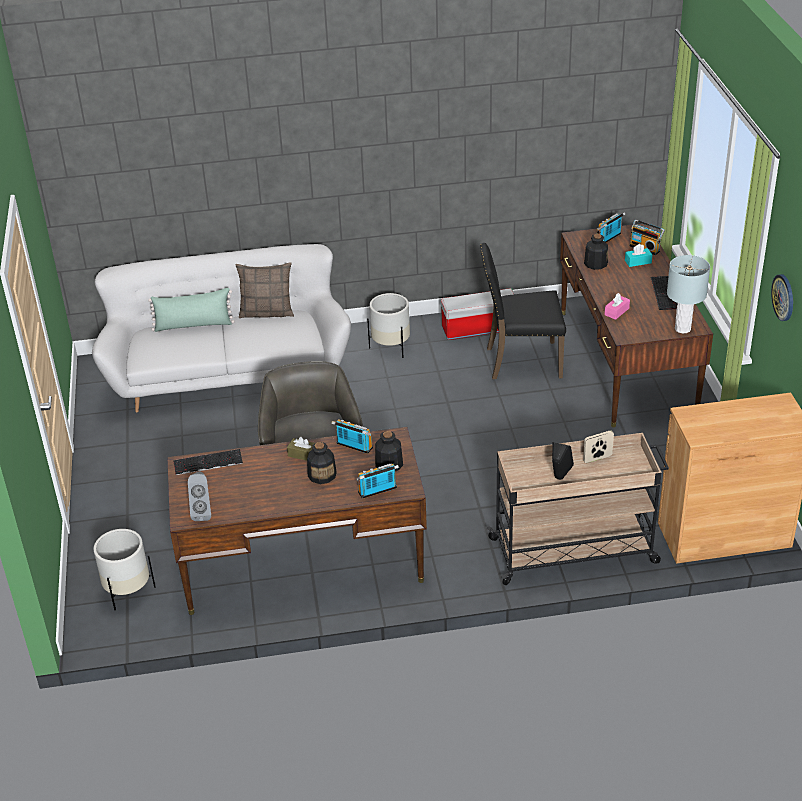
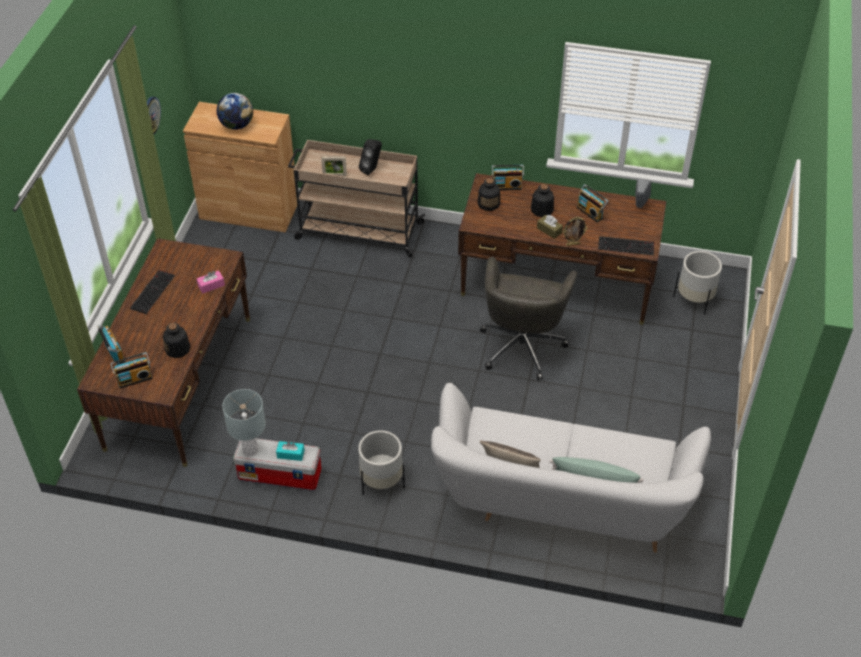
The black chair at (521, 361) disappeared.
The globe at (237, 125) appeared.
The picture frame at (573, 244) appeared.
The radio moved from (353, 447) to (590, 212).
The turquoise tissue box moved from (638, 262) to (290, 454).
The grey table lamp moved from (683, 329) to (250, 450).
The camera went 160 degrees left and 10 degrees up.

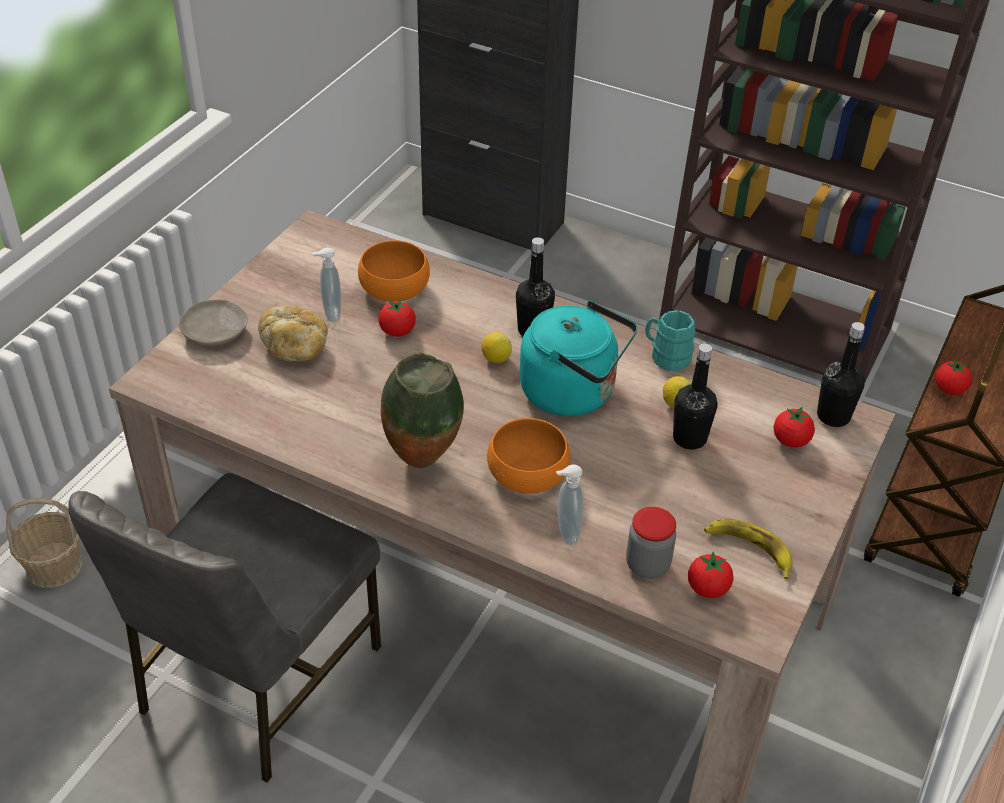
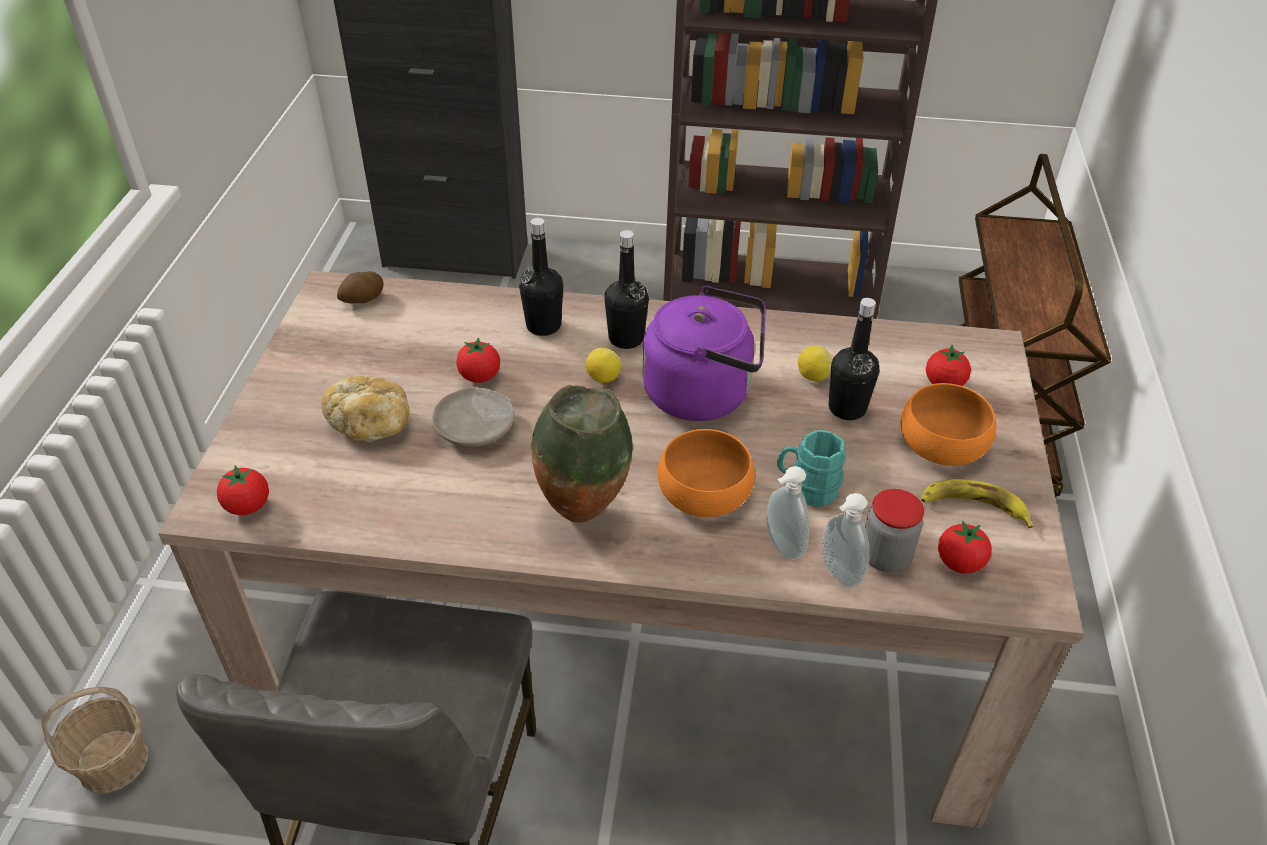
The potato at (362, 300) appeared.
The beige plate moved from (215, 332) to (476, 427).
The soap dispenser moved from (330, 314) to (837, 574).
The orange bowl moved from (394, 288) to (942, 444).
The turquoise mug moved from (666, 356) to (807, 488).
The black bottle moved from (833, 416) to (543, 326).
The tomato moved from (949, 389) to (248, 506).
The turquoise kettle at (573, 393) became the purple kettle at (704, 393).
The camera went 20 degrees left and 0 degrees up.

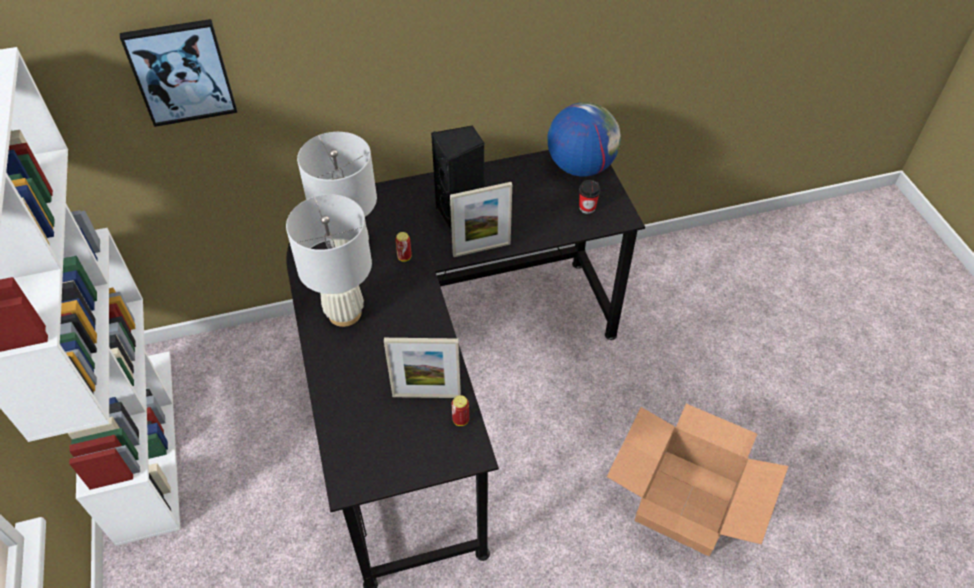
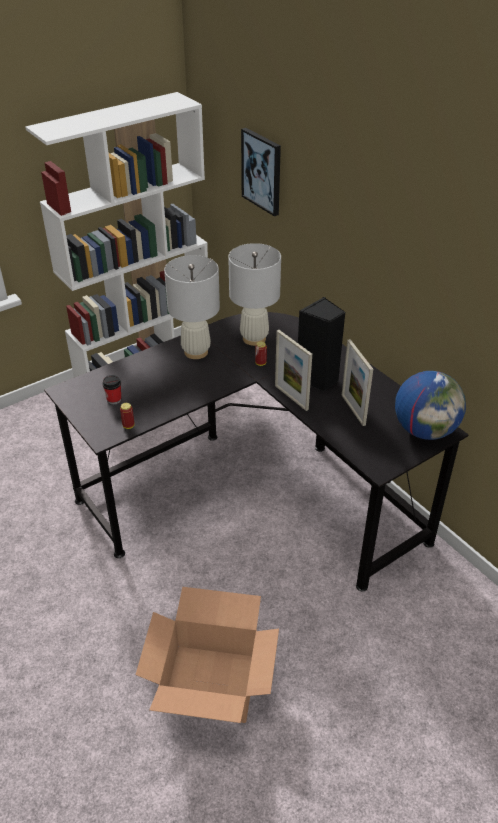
The picture frame moved from (426, 395) to (353, 410).
The cup moved from (587, 208) to (114, 400).
The camera went 70 degrees right and 10 degrees down.

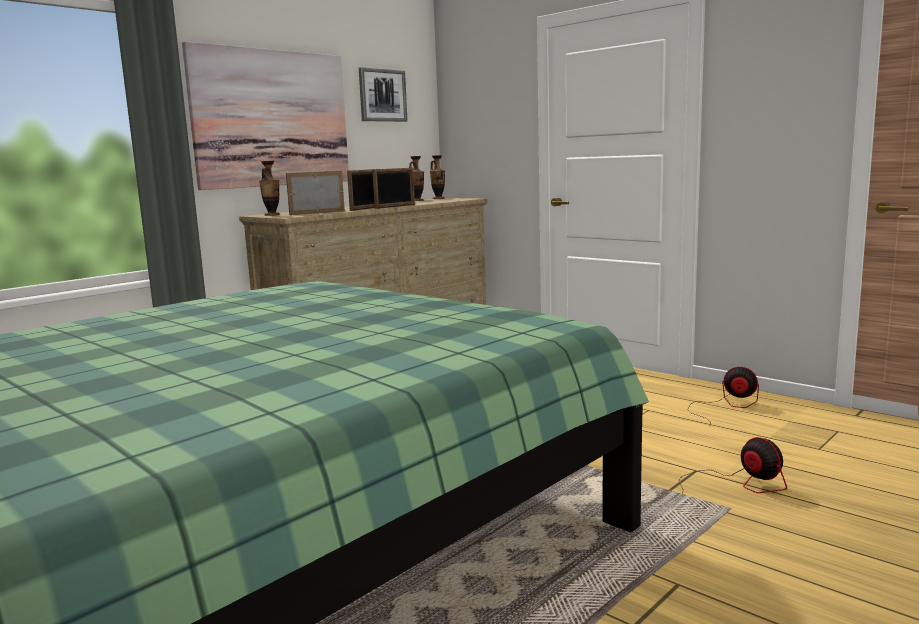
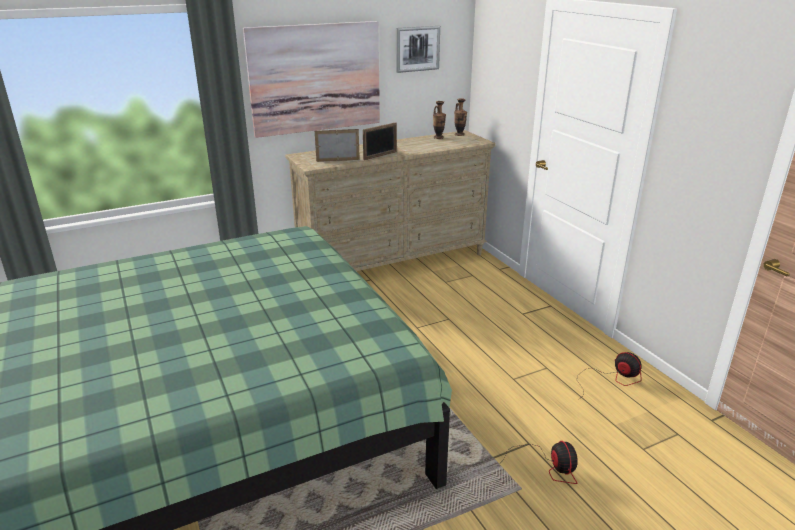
The vase at (272, 215) disappeared.
The picture frame at (395, 206) disappeared.
The camera went 20 degrees right and 15 degrees up.

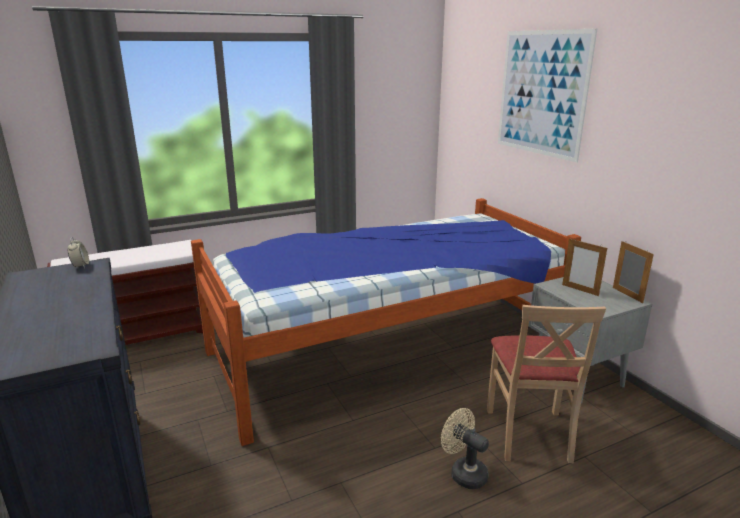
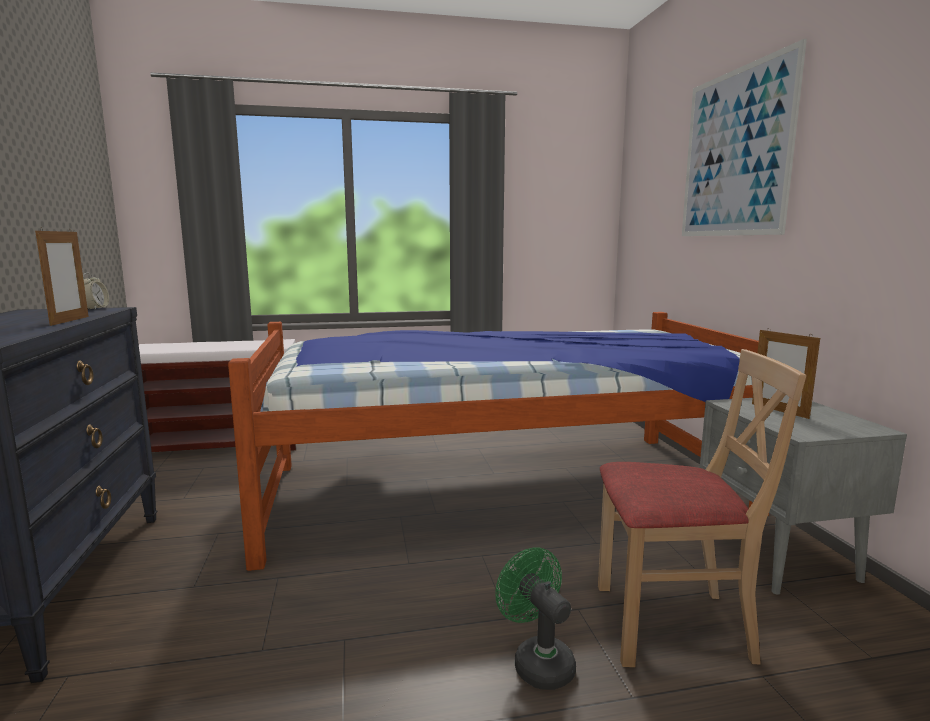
The picture frame moved from (627, 295) to (70, 321).
The beige fan at (463, 472) became the green fan at (537, 661).
The beige chair at (529, 434) turned 105 degrees counterclockwise.
The camera went 15 degrees right and 10 degrees down.

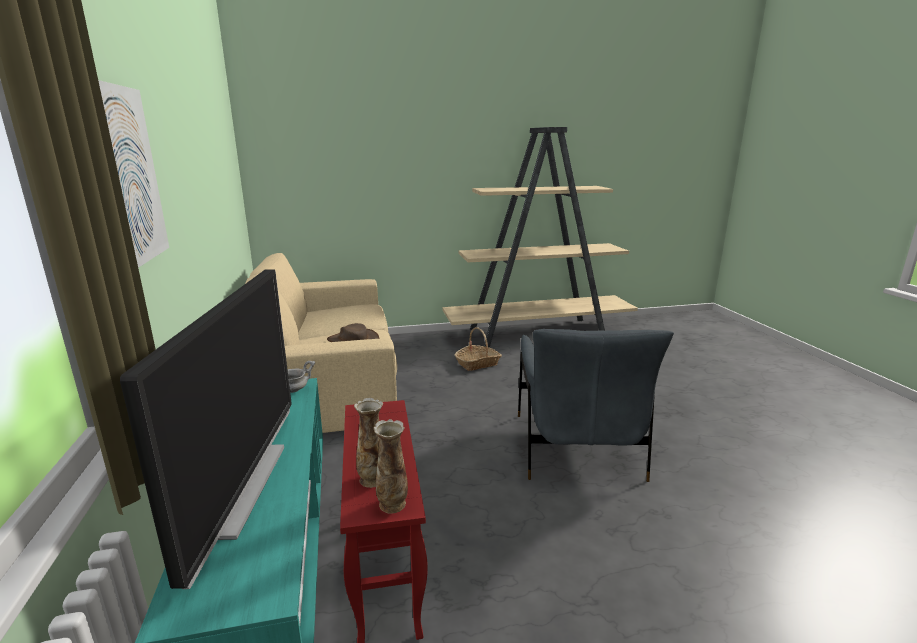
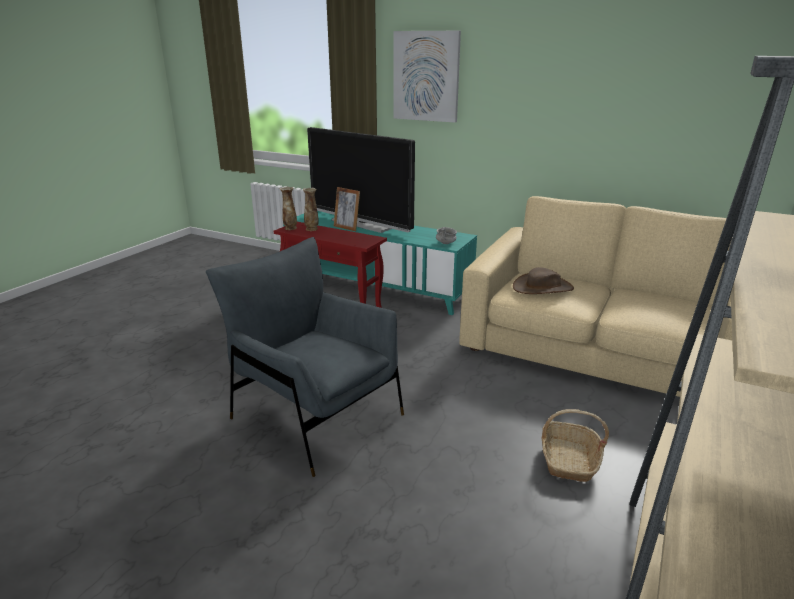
The picture frame at (347, 227) appeared.
The camera went 130 degrees right and 5 degrees up.

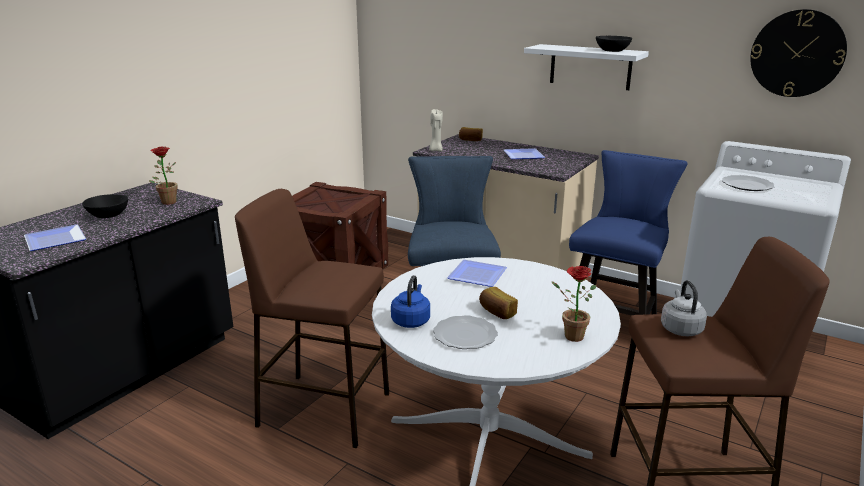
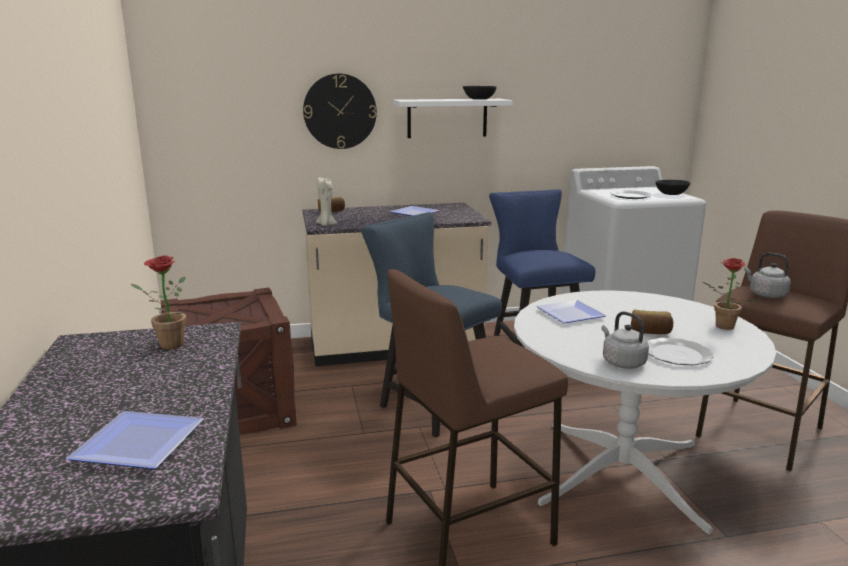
The black bowl moved from (108, 215) to (671, 194).
The wall clock moved from (797, 53) to (340, 111).
The blue kettle at (411, 320) became the grey kettle at (622, 362).
The camera went 45 degrees left and 5 degrees down.

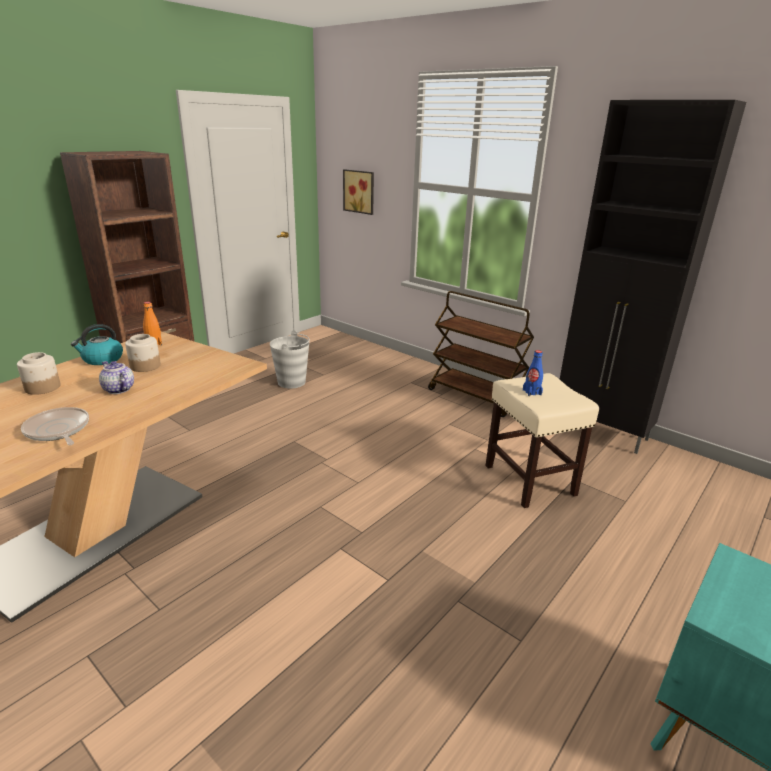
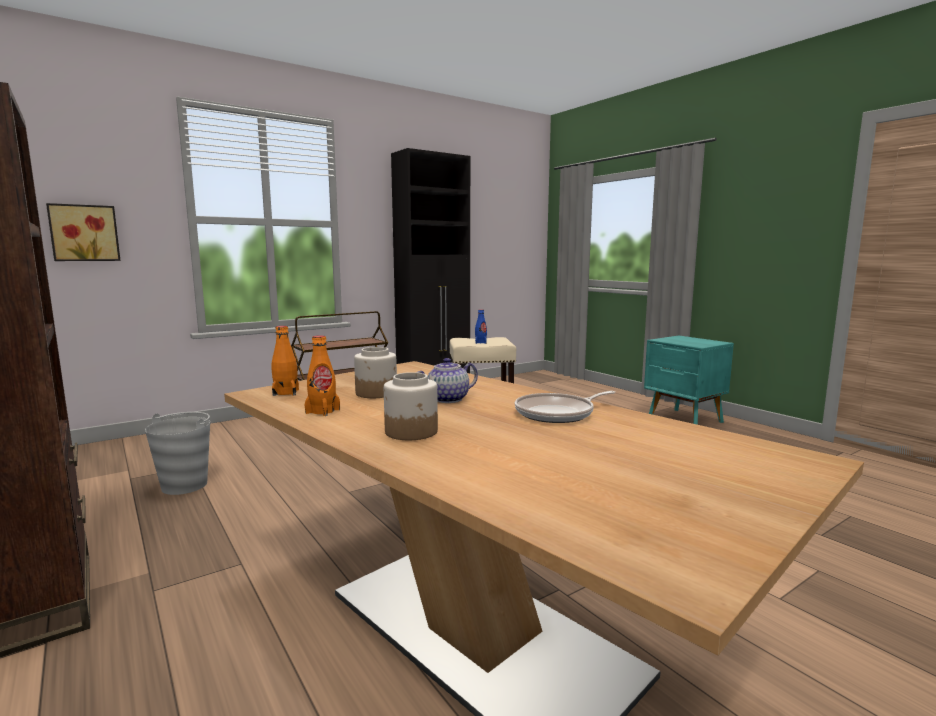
The kettle at (102, 359) was replaced by the orange bottle at (322, 411).
The camera went 75 degrees left and 15 degrees down.

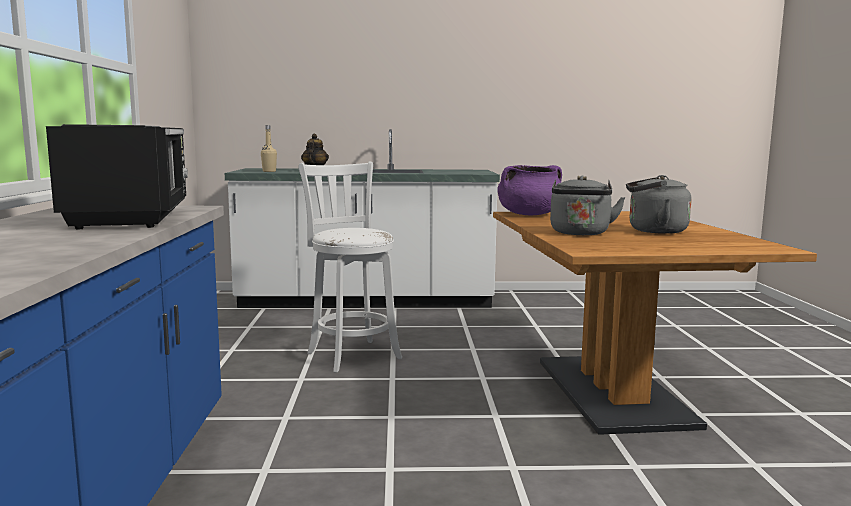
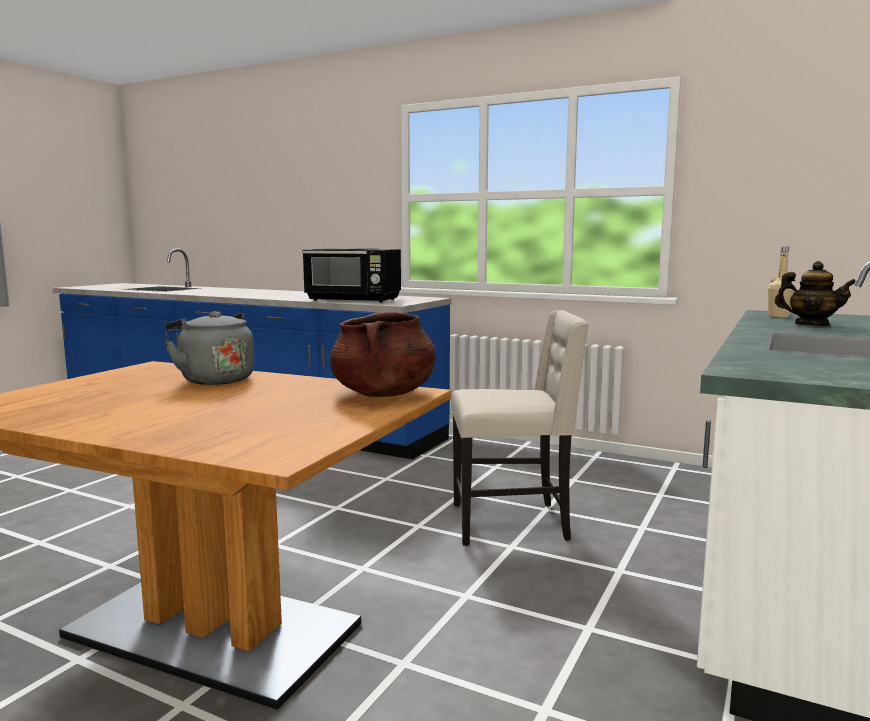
The grey kettle at (653, 231) disappeared.
The white stool at (352, 354) was replaced by the beige chair at (512, 523).
The purple cooking pot at (530, 215) became the brown cooking pot at (383, 394).
The camera went 120 degrees right and 0 degrees up.

